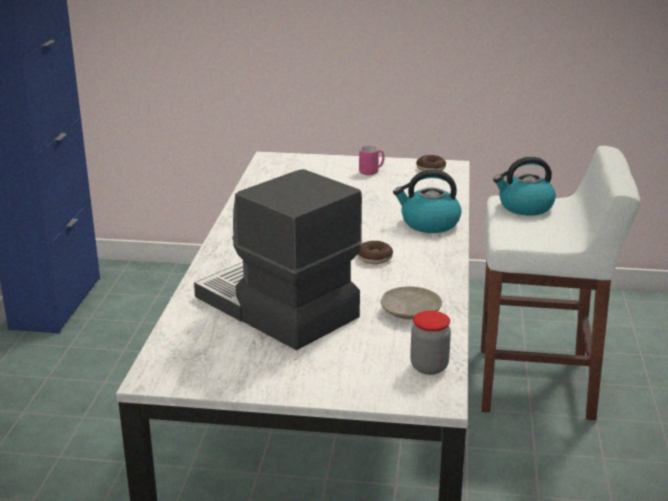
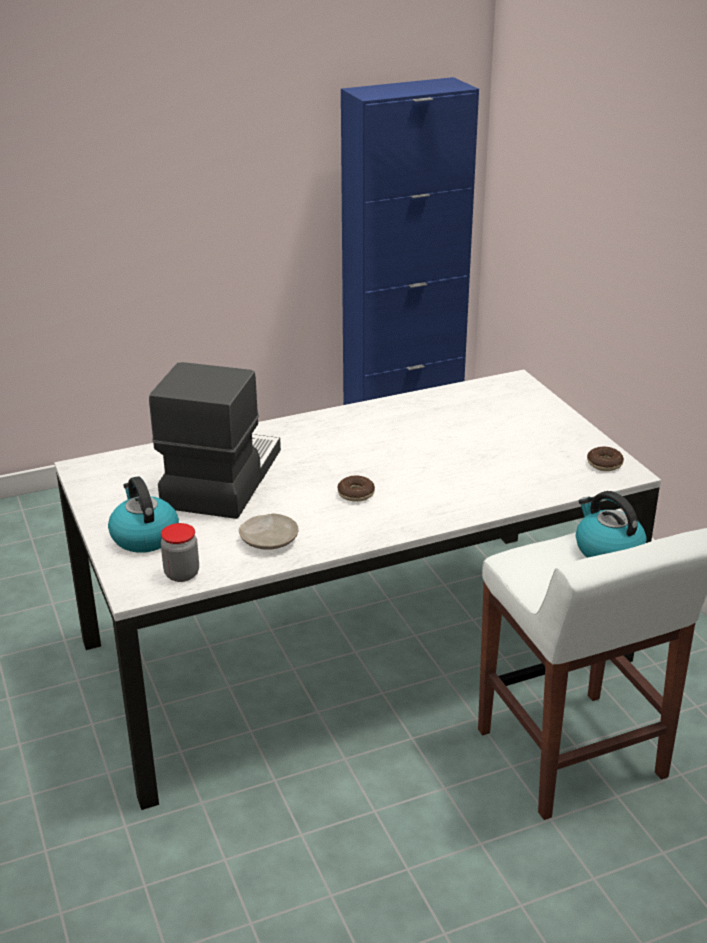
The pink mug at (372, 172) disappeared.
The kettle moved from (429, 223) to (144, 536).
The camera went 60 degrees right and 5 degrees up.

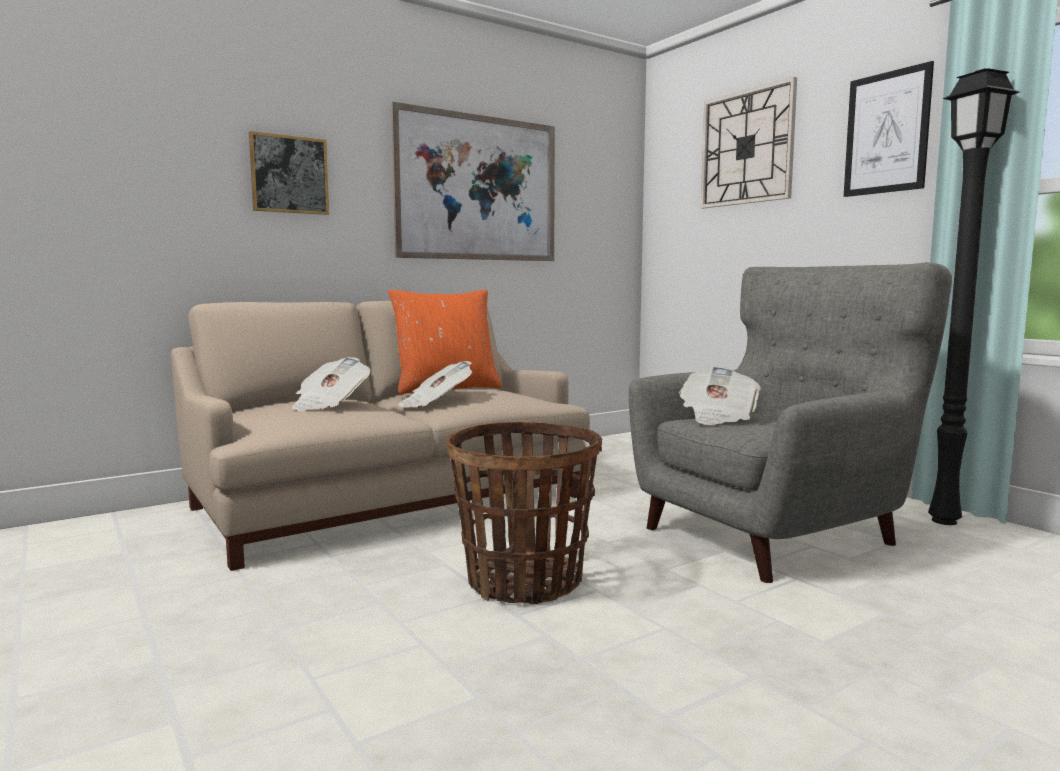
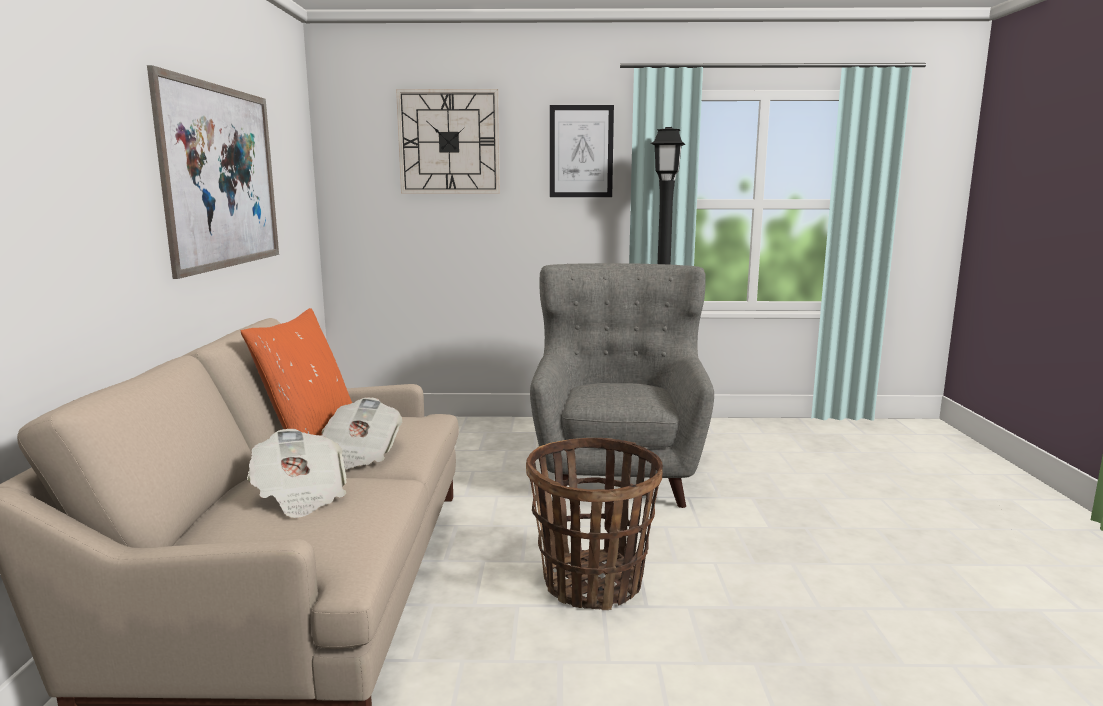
The picture at (289, 174) disappeared.
The newspaper at (717, 417) disappeared.
The camera went 55 degrees left and 5 degrees up.

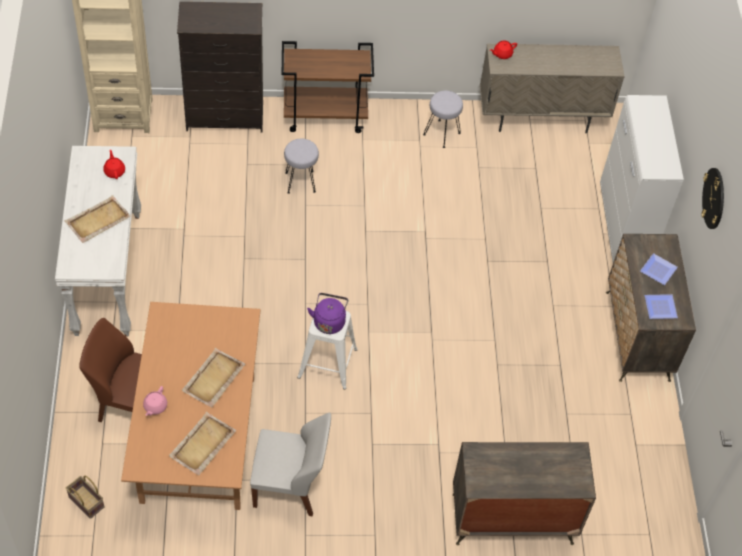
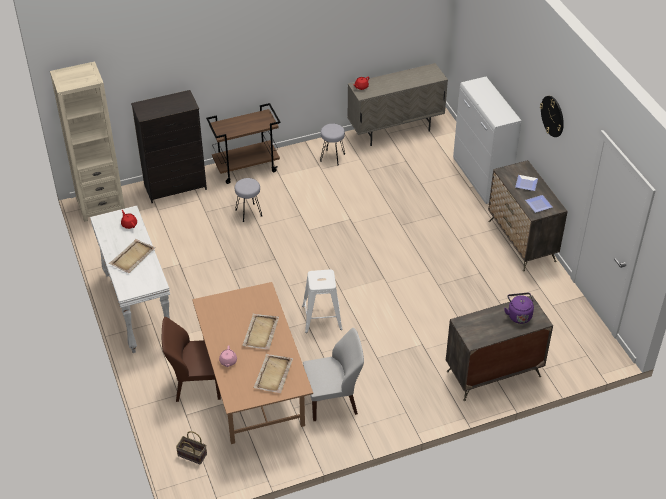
The purple kettle moved from (329, 321) to (518, 315).
The camera went 15 degrees left and 10 degrees down.

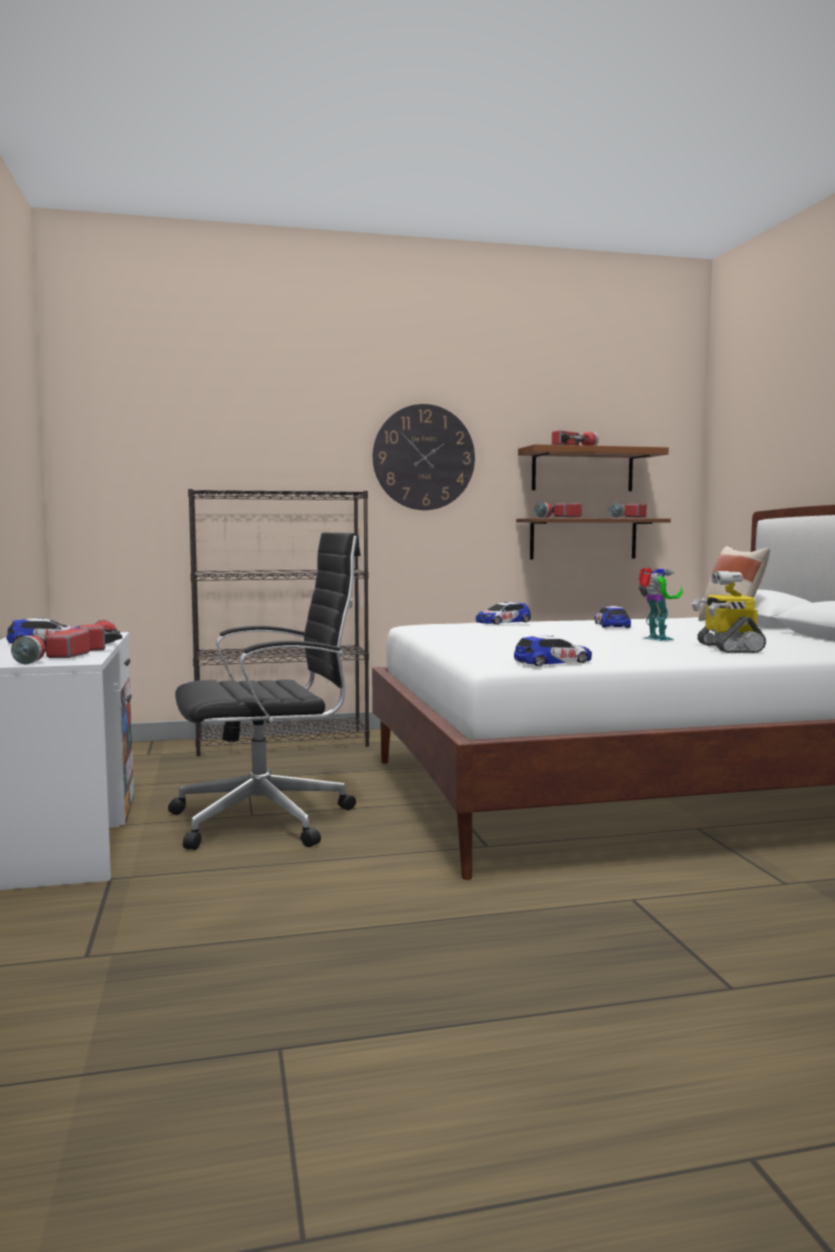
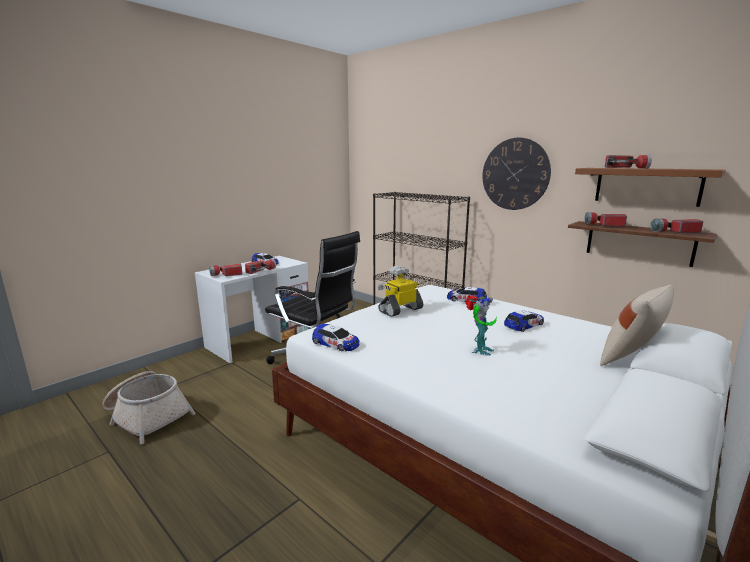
The basket at (148, 416) appeared.
The toy robot moved from (728, 648) to (400, 310).
The camera went 55 degrees right and 10 degrees up.

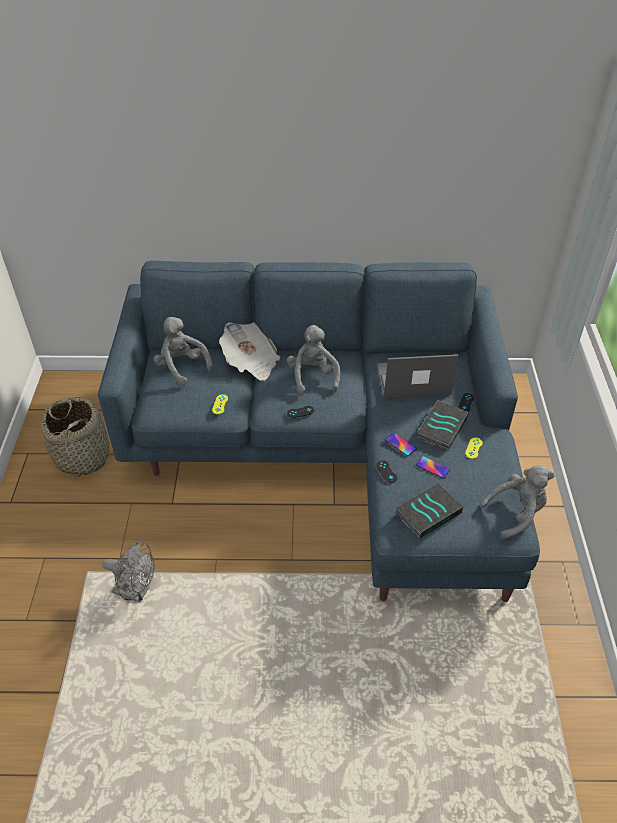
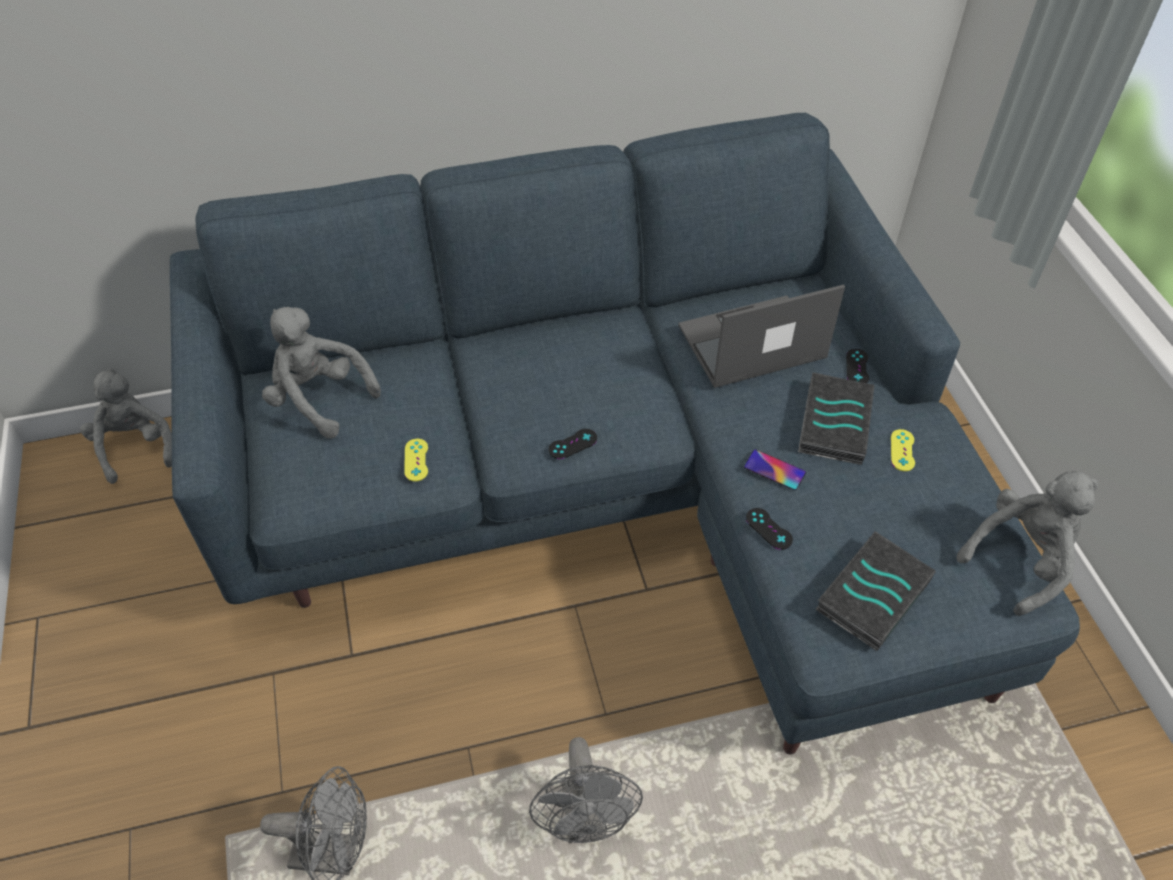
The basket at (82, 455) disappeared.
The newspaper at (251, 362) disappeared.
The phone at (433, 467) disappeared.
The grey fan at (585, 822) appeared.
The grey plush toy moved from (313, 377) to (135, 447).
The camera went 15 degrees left and 5 degrees up.

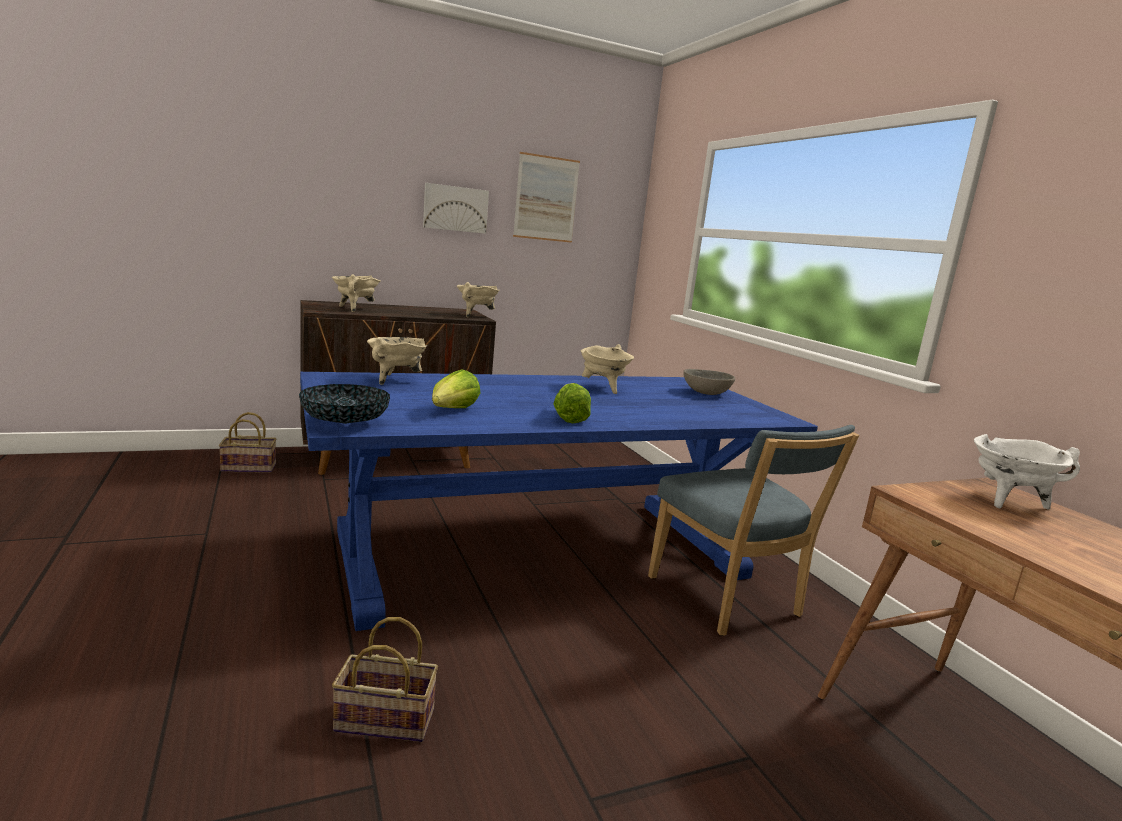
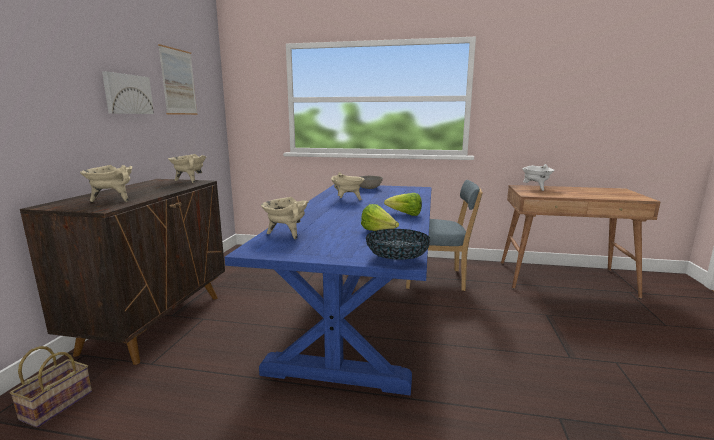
The basket at (382, 721) disappeared.
The camera went 55 degrees left and 0 degrees up.

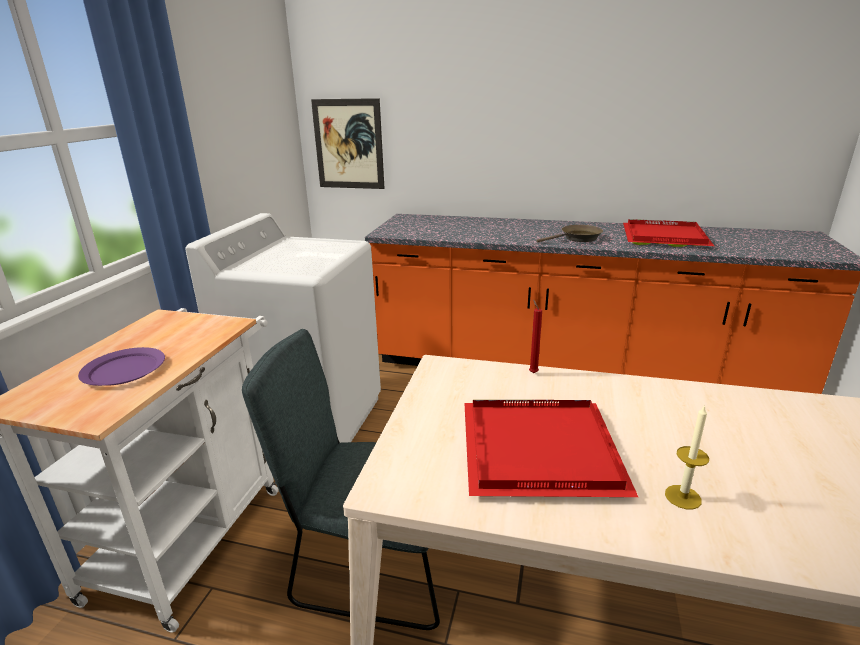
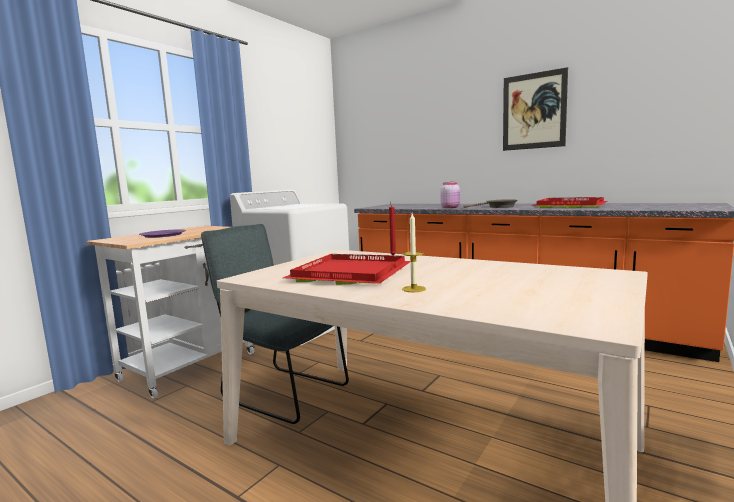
The pink jar at (450, 207) appeared.
The picture moved from (348, 144) to (534, 111).
The camera went 20 degrees right and 15 degrees down.

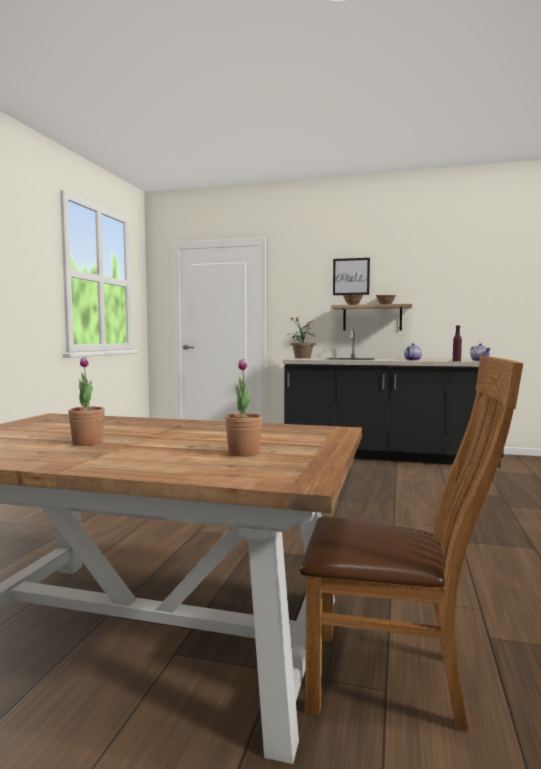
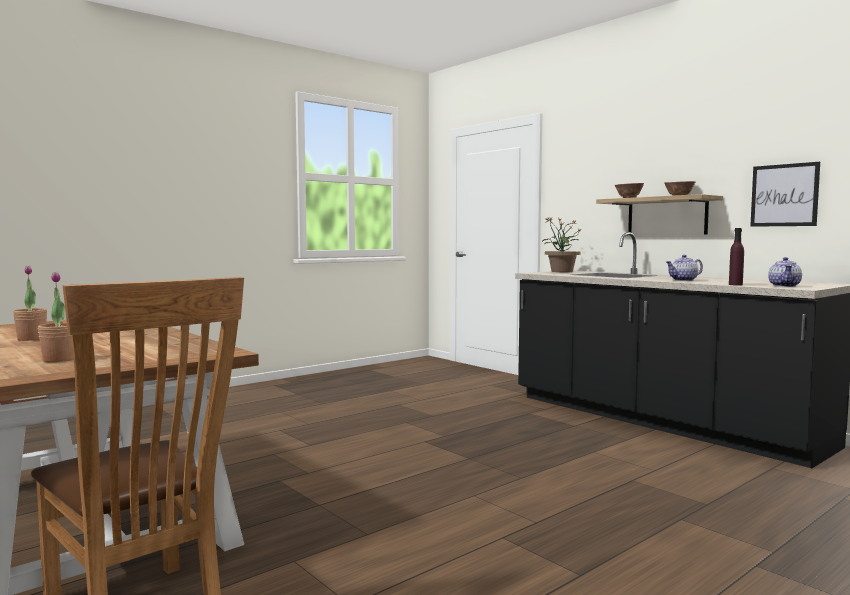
The picture moved from (351, 276) to (784, 195).
The camera went 35 degrees right and 0 degrees up.

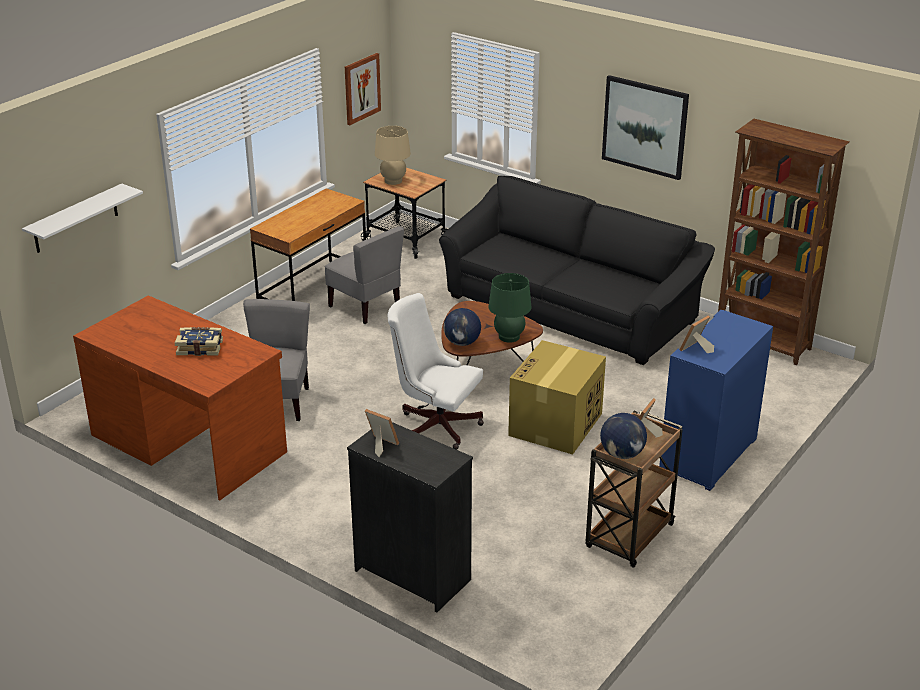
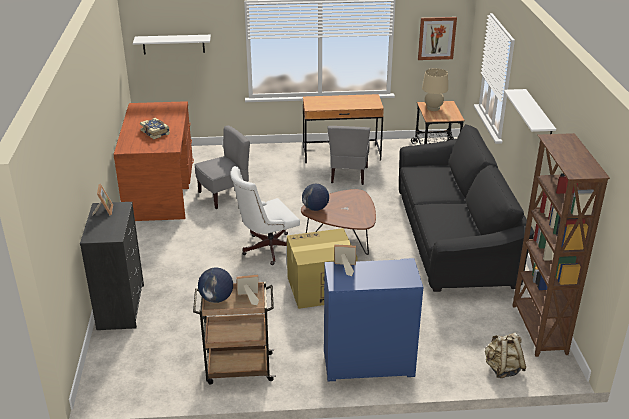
The green table lamp at (509, 337) disappeared.
The beige backpack at (502, 369) appeared.
The picture at (645, 127) was replaced by the white shelf at (538, 118).
The white office chair at (435, 424) turned 105 degrees counterclockwise.
The camera went 50 degrees right and 0 degrees up.

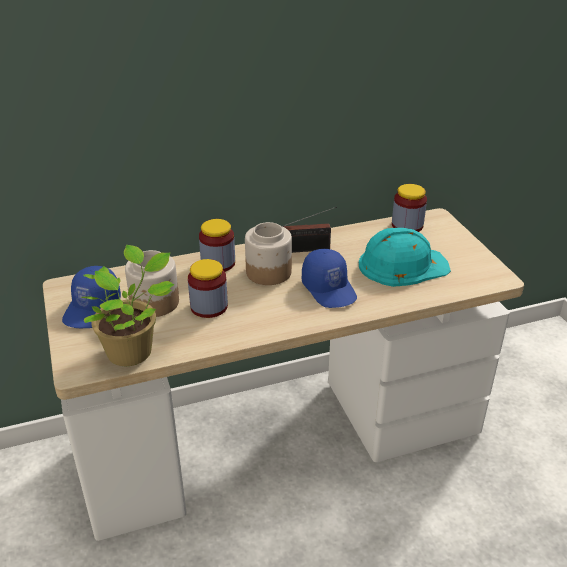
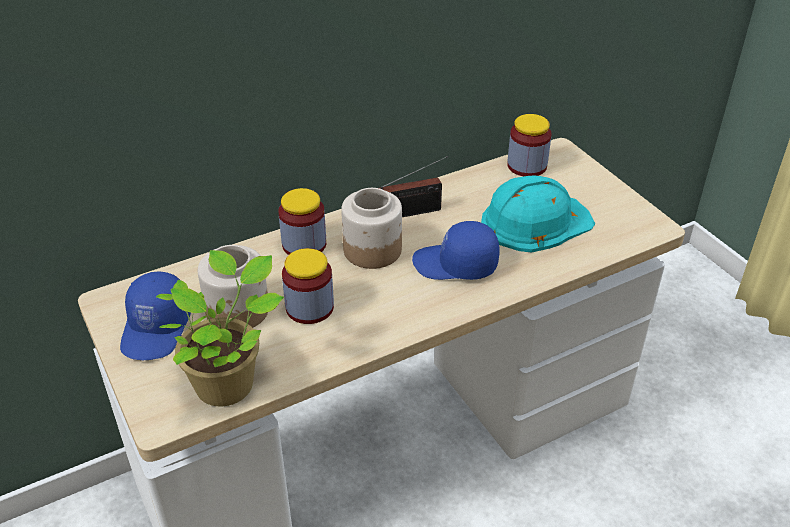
The blue cap at (330, 289) turned 135 degrees clockwise.
The camera went 10 degrees left and 5 degrees up.

